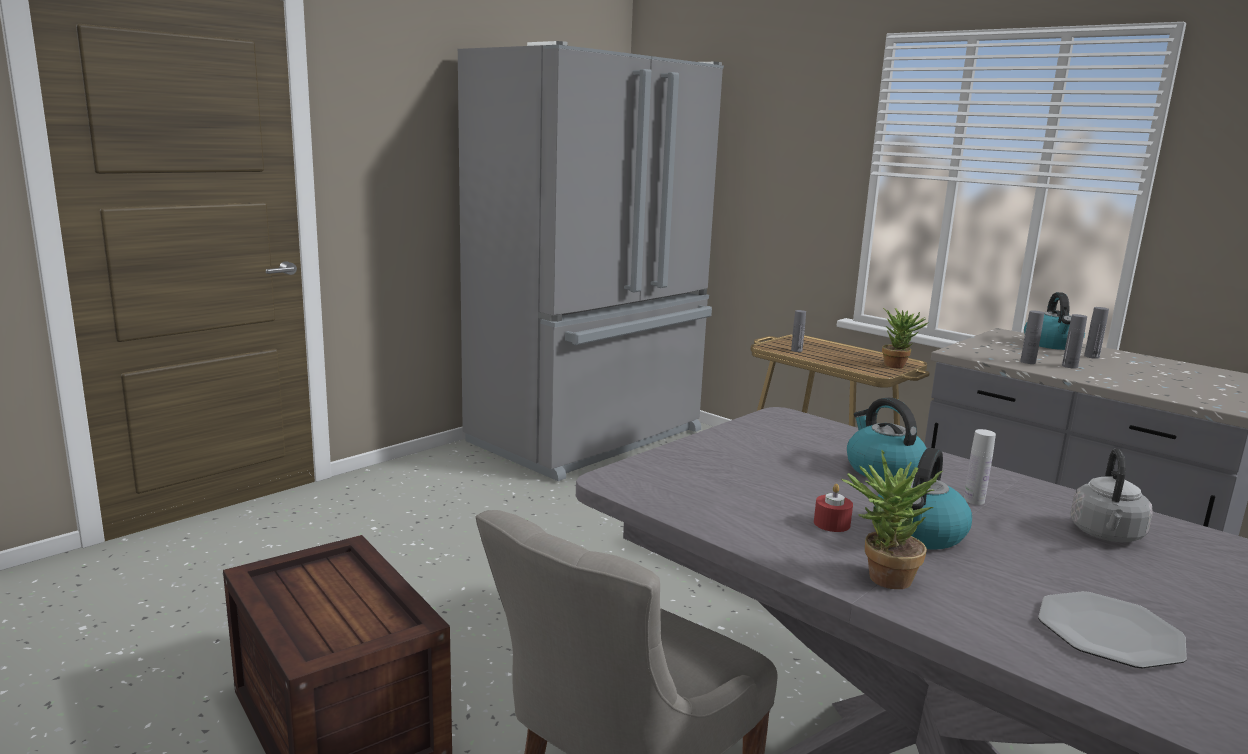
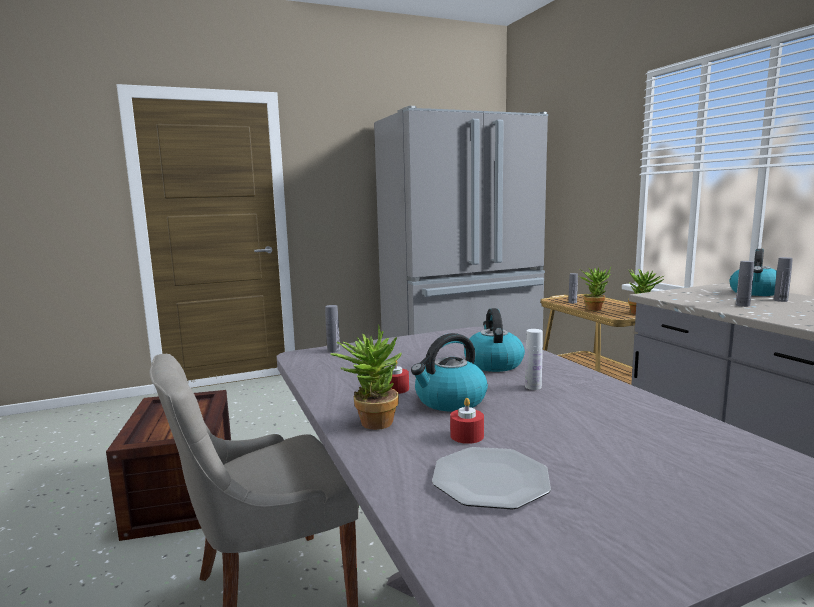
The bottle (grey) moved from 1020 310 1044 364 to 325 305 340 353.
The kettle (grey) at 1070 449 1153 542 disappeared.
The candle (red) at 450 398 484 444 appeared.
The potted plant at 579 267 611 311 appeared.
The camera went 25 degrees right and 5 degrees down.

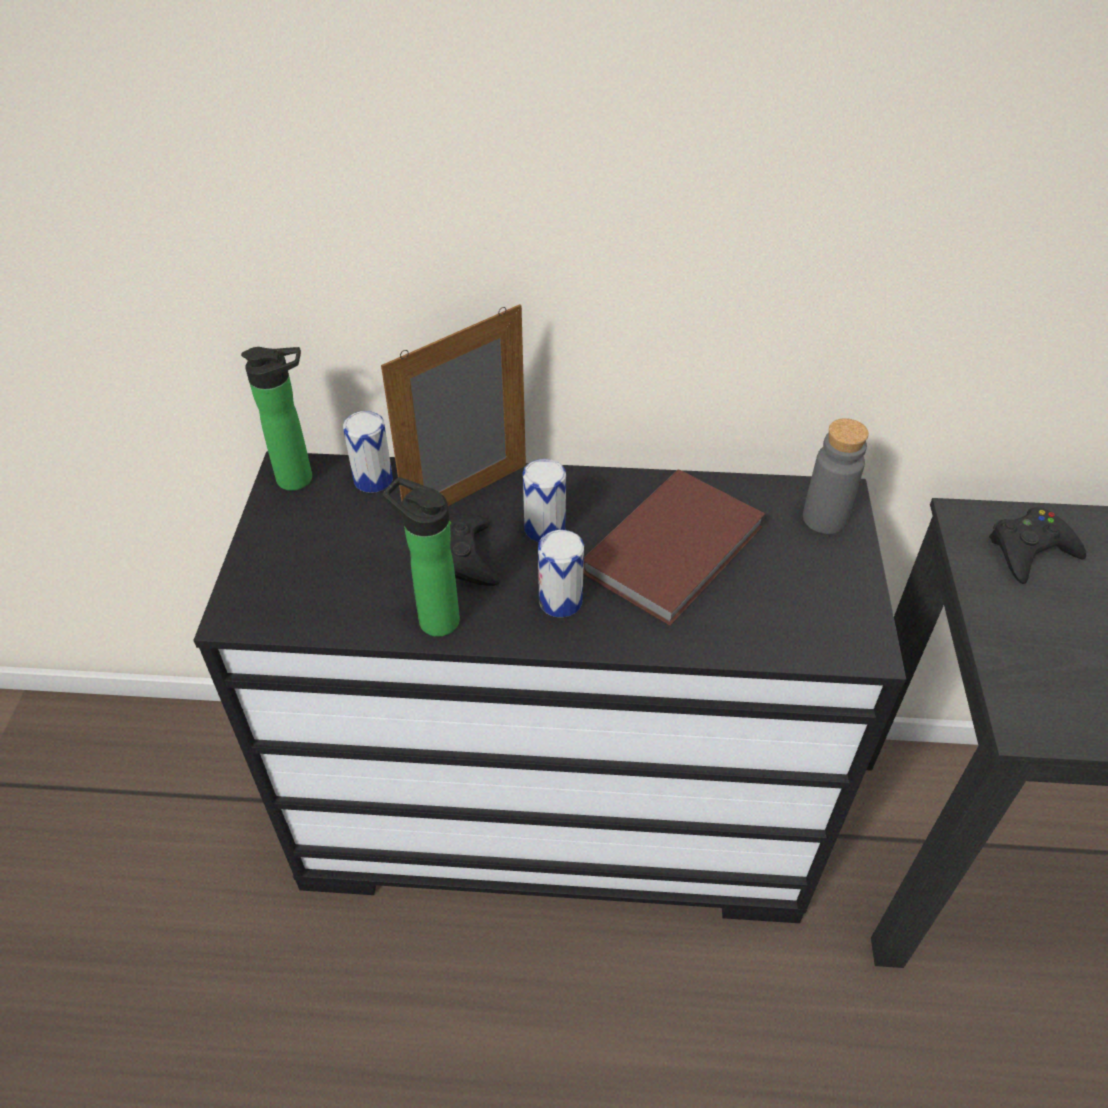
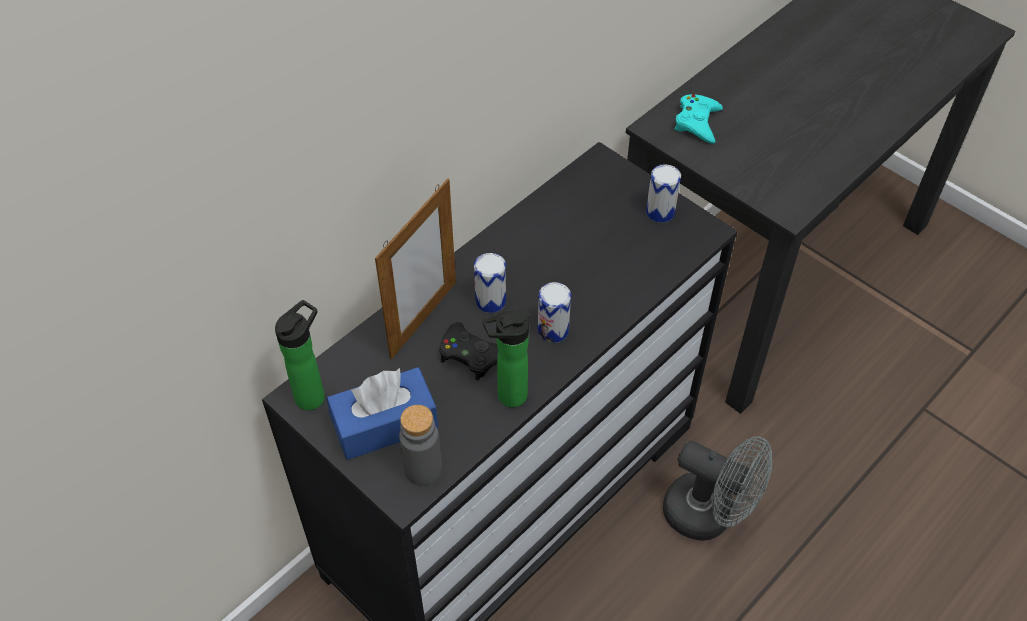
The can moved from 343 411 393 493 to 646 164 681 223.
The picture frame at 381 304 526 506 turned 150 degrees counterclockwise.
The book (brown) at 583 470 765 626 disappeared.
The bottle (grey) moved from 803 418 869 534 to 399 405 442 486.
The game controller (black) at 989 507 1086 584 became the game controller (turquoise) at 675 94 723 144.
The tissue box (blue) at 327 367 438 460 appeared.
The fan (grey) at 663 436 772 541 appeared.
The camera went 50 degrees left and 5 degrees up.

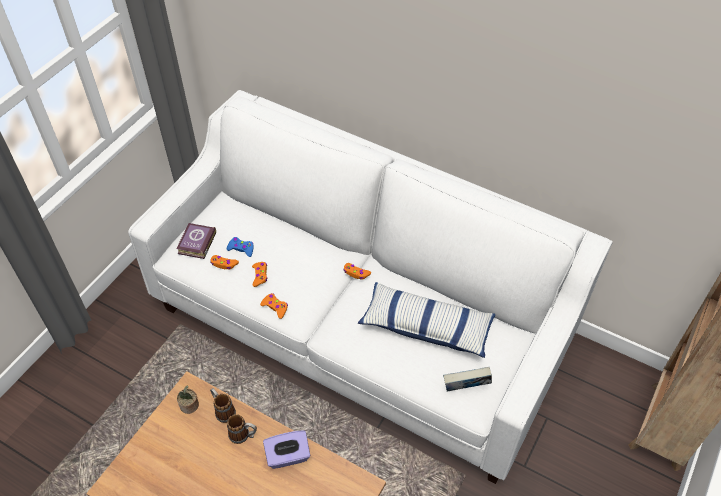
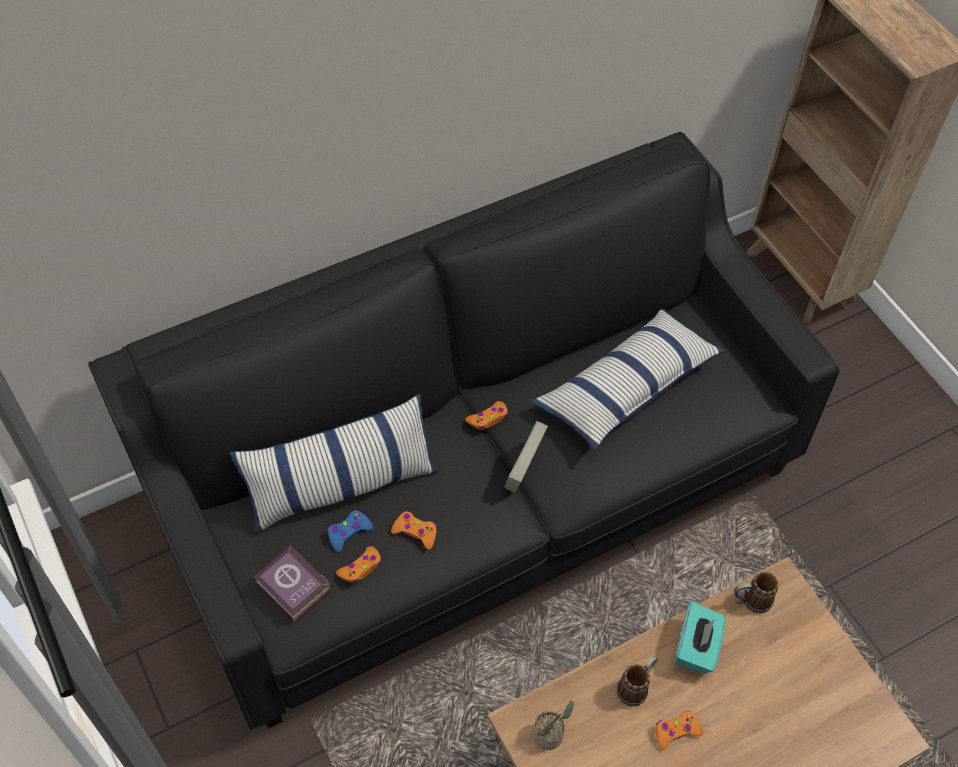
The sofa (white) at 128 90 613 484 became the sofa (black) at 88 132 839 730.
The mug moved from 210 388 236 423 to 734 572 778 613.
The game controller (orange) moved from 260 293 288 319 to 656 711 703 751.
The tissue box (purple) at 263 431 310 469 became the tissue box (turquoise) at 675 602 725 673.
The book moved from 443 367 492 392 to 504 421 548 493.
The pillow at 230 394 438 534 appeared.
The camera went 60 degrees left and 5 degrees up.

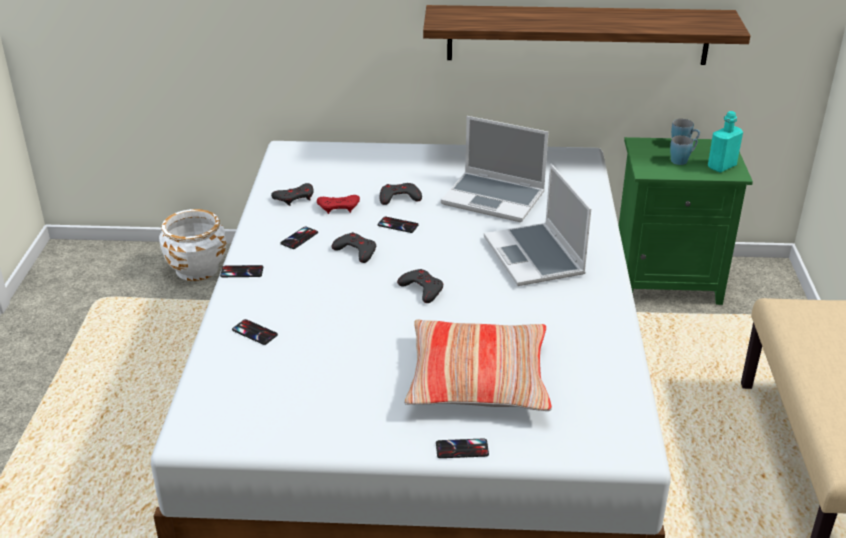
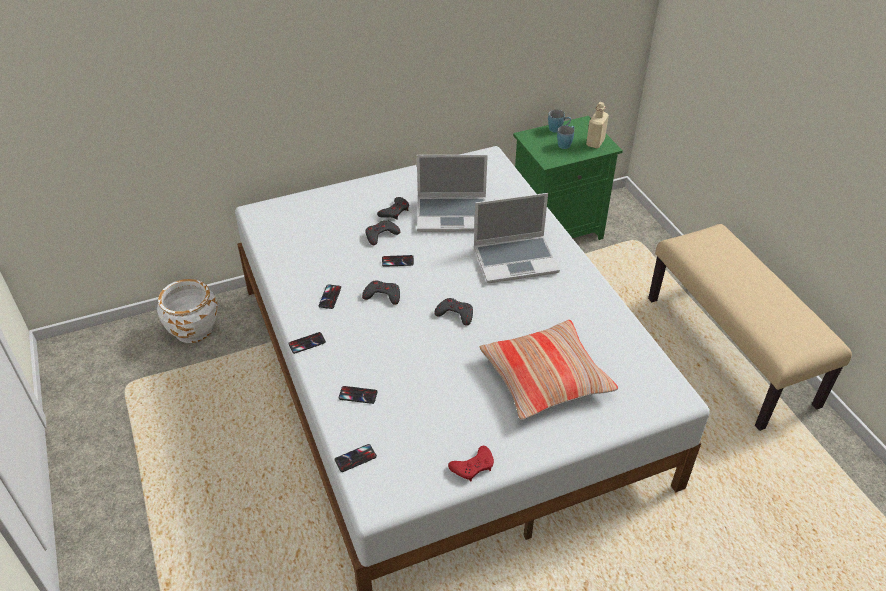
The game controller (grey) moved from 271 183 314 206 to 377 197 409 220.
The game controller (red) moved from 317 195 360 214 to 448 446 494 482.
The shelf at 423 5 751 65 disappeared.
The phone moved from 436 438 489 458 to 334 444 377 472.
The laptop at 484 164 591 286 turned 60 degrees counterclockwise.
The bottle (turquoise) at 708 111 743 173 became the bottle (beige) at 586 102 609 148.
The camera went 25 degrees left and 10 degrees up.

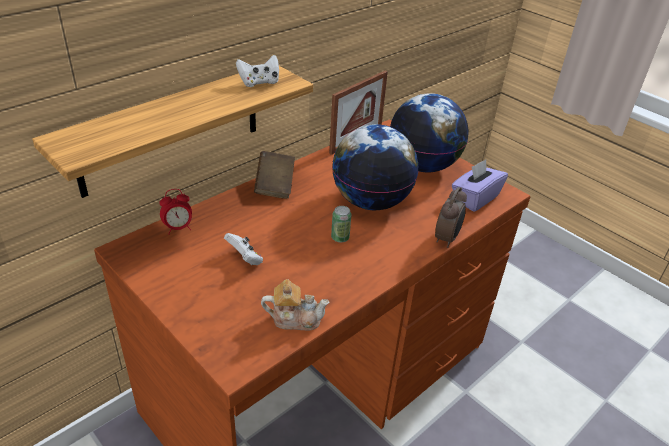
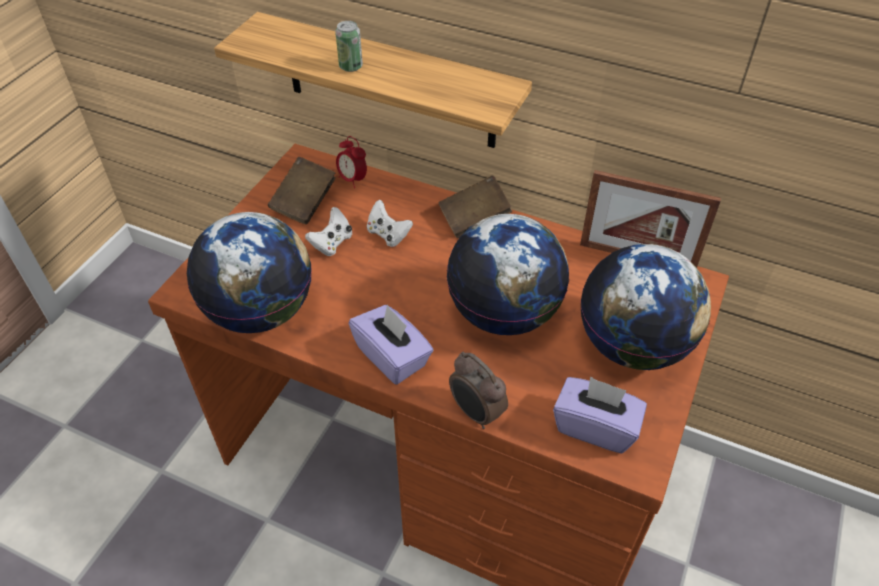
The game controller (white) moved from 236 55 279 87 to 367 200 413 247.
The teapot at 261 279 330 331 was replaced by the globe at 187 212 311 333.
The can moved from 331 206 351 242 to 335 21 363 72.
The alarm clock at 435 187 467 248 turned 45 degrees clockwise.
The book (brown) at 268 157 336 224 appeared.
The tissue box (purple) at 348 305 433 385 appeared.
The camera went 70 degrees right and 10 degrees up.

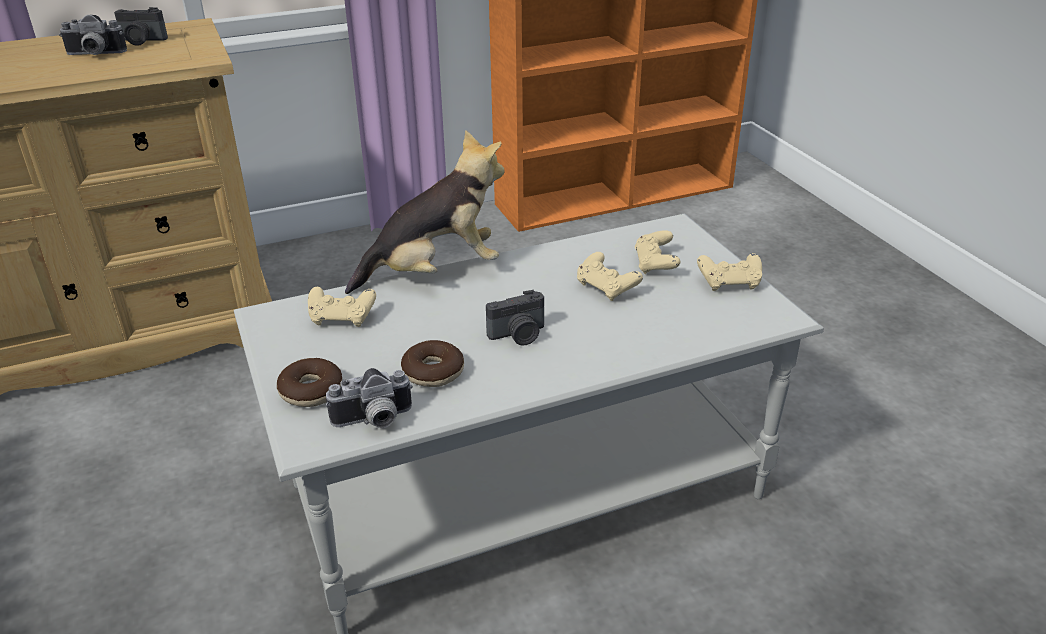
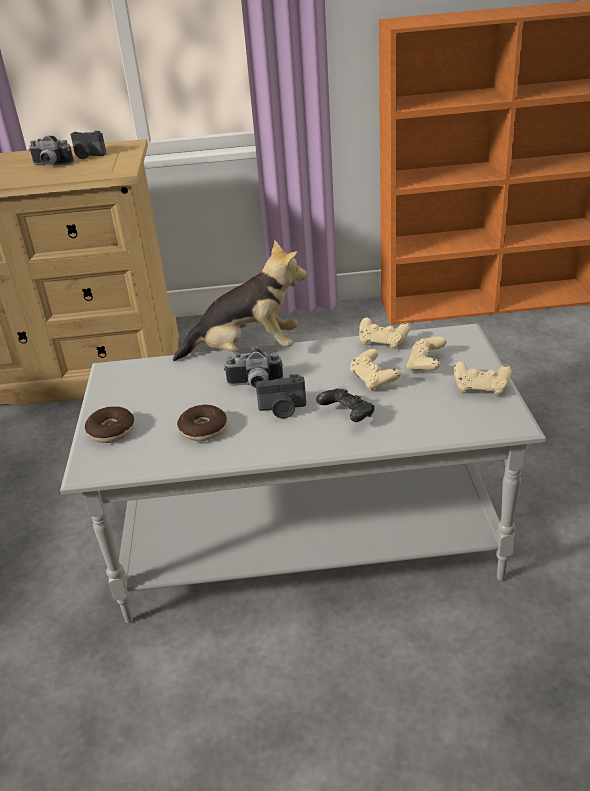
The game controller (beige) moved from 308 287 376 327 to 359 318 410 350.
The photo camera moved from 326 368 413 428 to 224 348 283 388.
The game controller (black) at 316 388 375 422 appeared.
The camera went 20 degrees right and 0 degrees up.

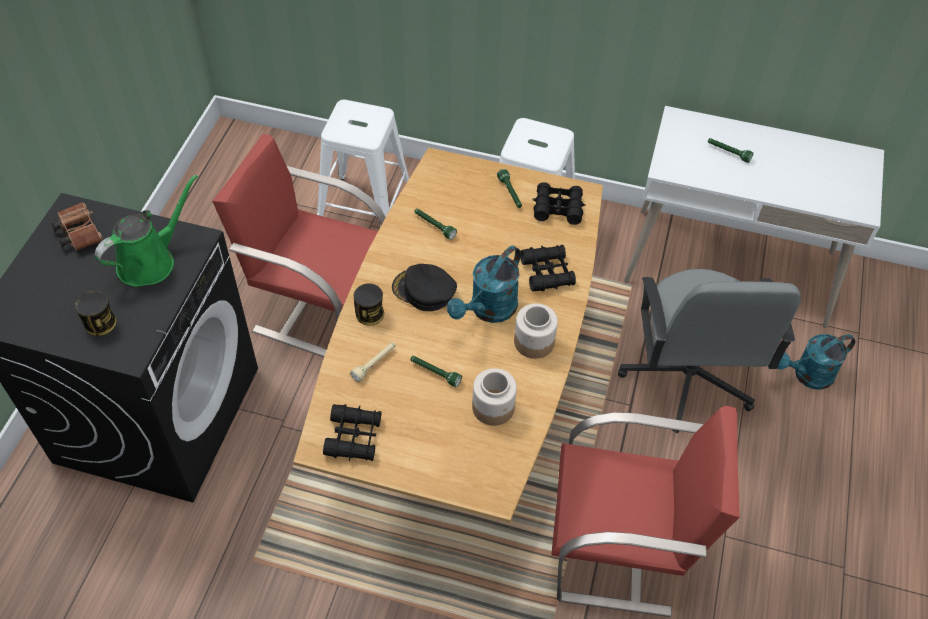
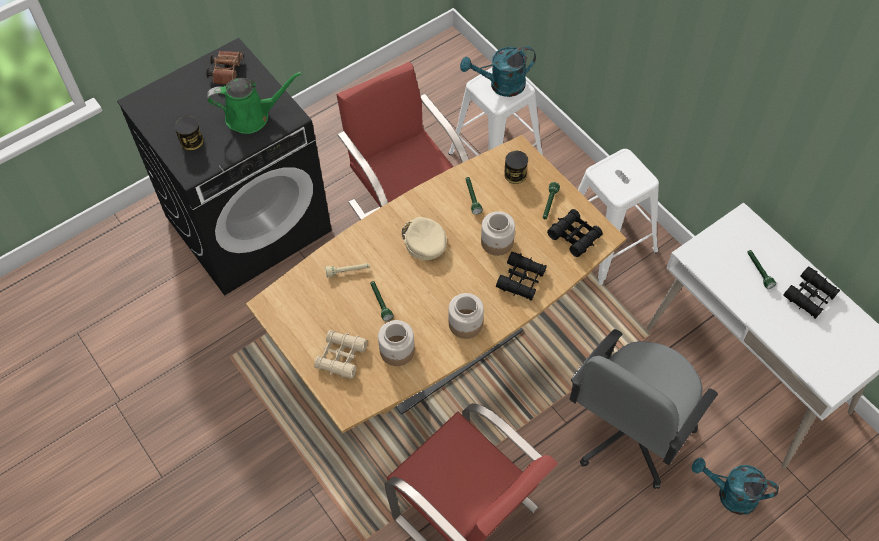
The binoculars (black) moved from 323 404 381 461 to 783 266 840 319.
The can moved from 354 283 384 326 to 504 151 528 184.
The cap (black) at 392 264 457 311 became the cap (beige) at 402 217 447 260.
The watering can (turquoise) moved from 447 246 521 323 to 460 46 536 97.
The binoculars (beige) at 314 330 367 379 appeared.
The jar at 481 211 515 256 appeared.
The camera went 40 degrees right and 5 degrees up.

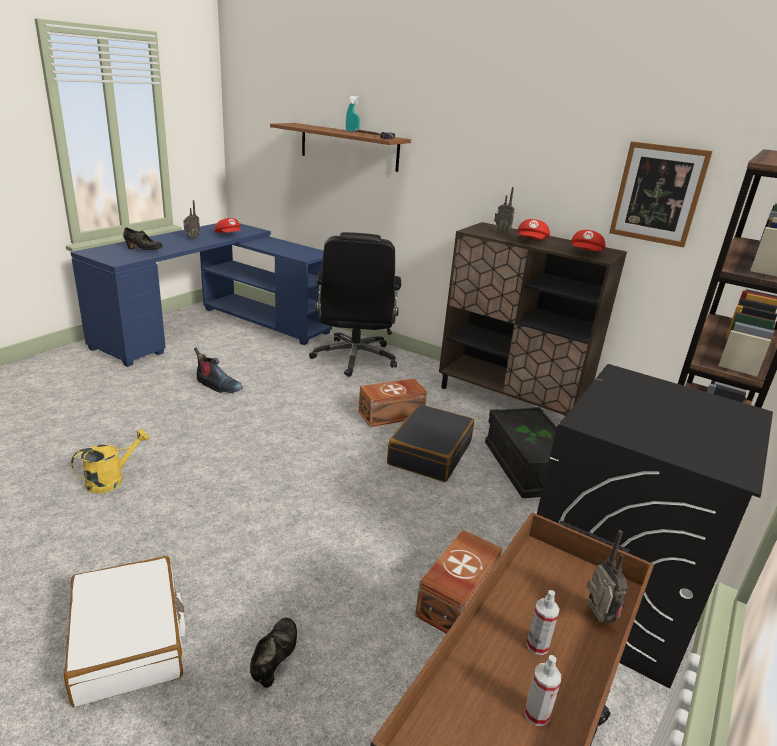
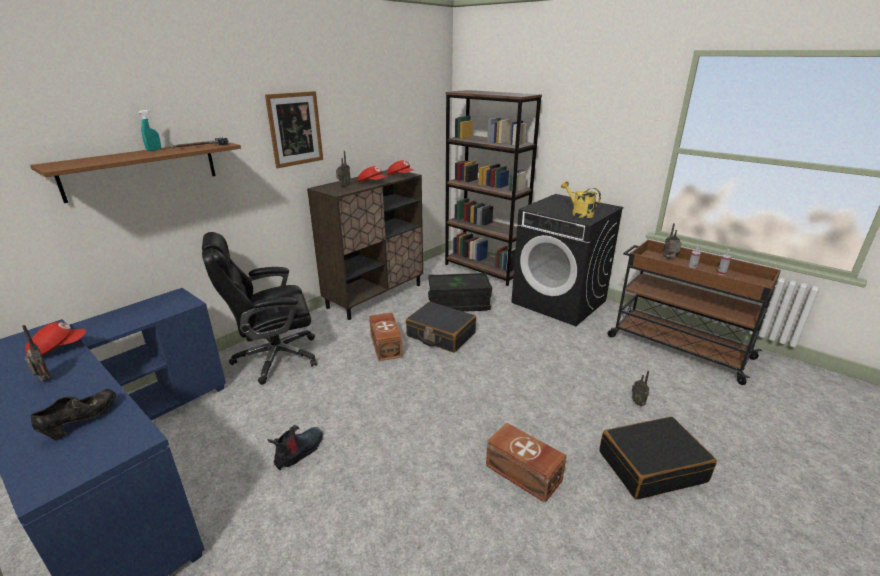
The suitcase (white) at 64 556 185 707 became the suitcase (black) at 599 416 717 500.
The watering can (yellow) moved from 71 429 149 493 to 561 181 601 218.
The shoe (black) at 250 618 297 688 was replaced by the radio at 632 371 649 406.
The office chair (black) at 309 232 401 377 turned 150 degrees clockwise.
The storage box (brown) moved from 415 530 503 634 to 486 422 567 503.
The picture moved from 609 141 713 247 to 265 91 323 168.
The camera went 80 degrees left and 0 degrees up.

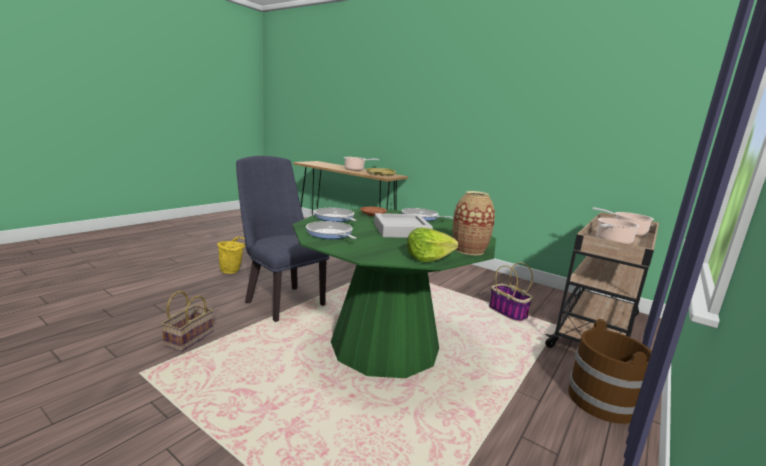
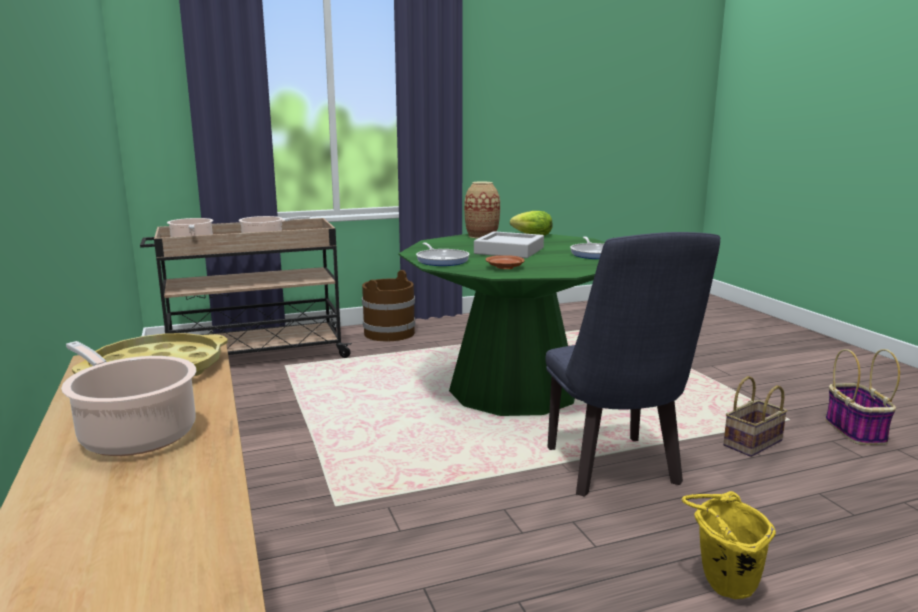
The frying pan at 314 208 357 222 disappeared.
The basket moved from 489 262 533 322 to 825 349 900 445.
The camera went 145 degrees left and 0 degrees up.

